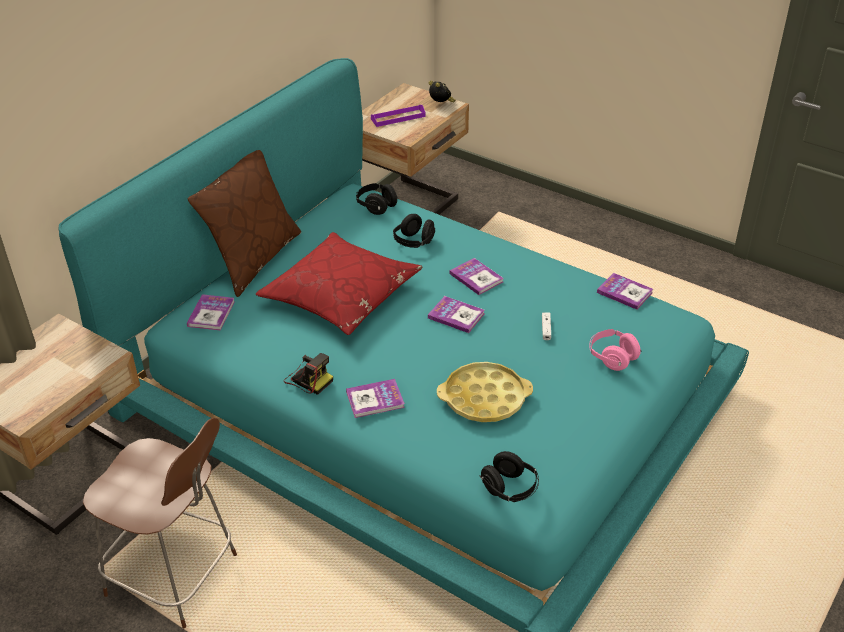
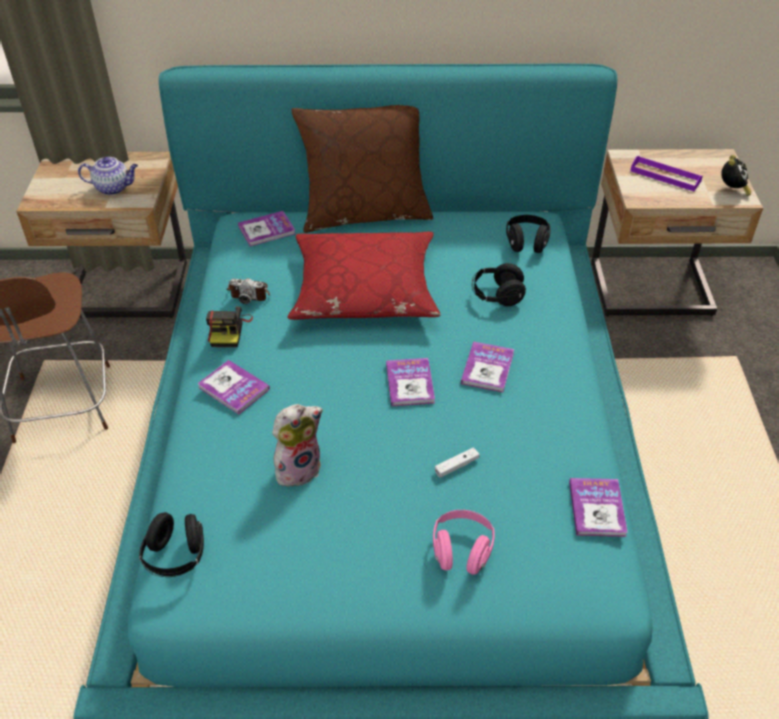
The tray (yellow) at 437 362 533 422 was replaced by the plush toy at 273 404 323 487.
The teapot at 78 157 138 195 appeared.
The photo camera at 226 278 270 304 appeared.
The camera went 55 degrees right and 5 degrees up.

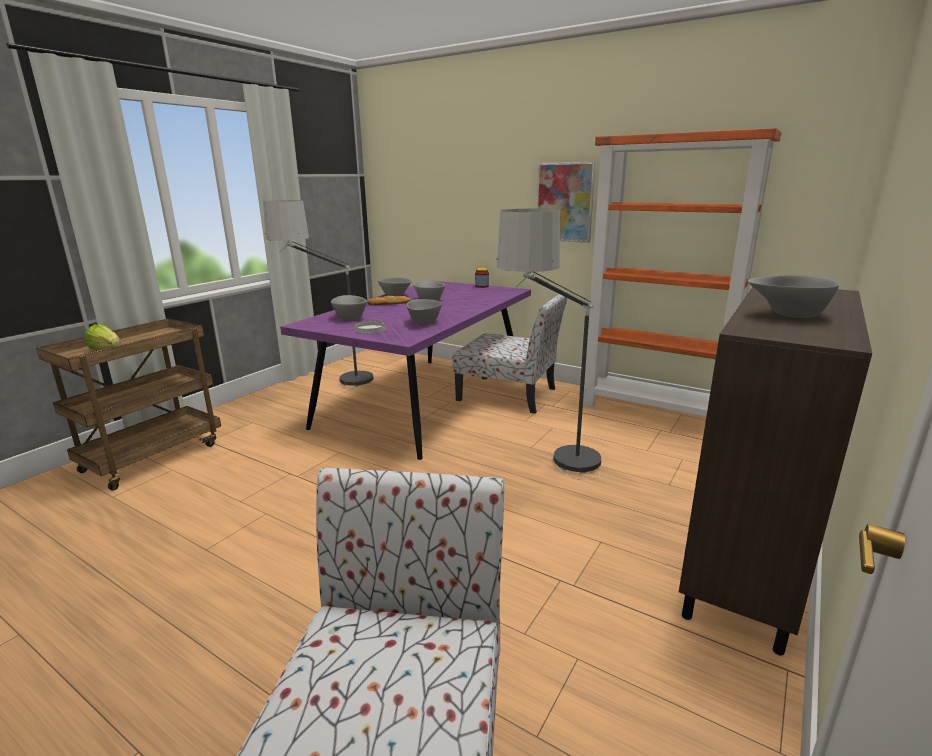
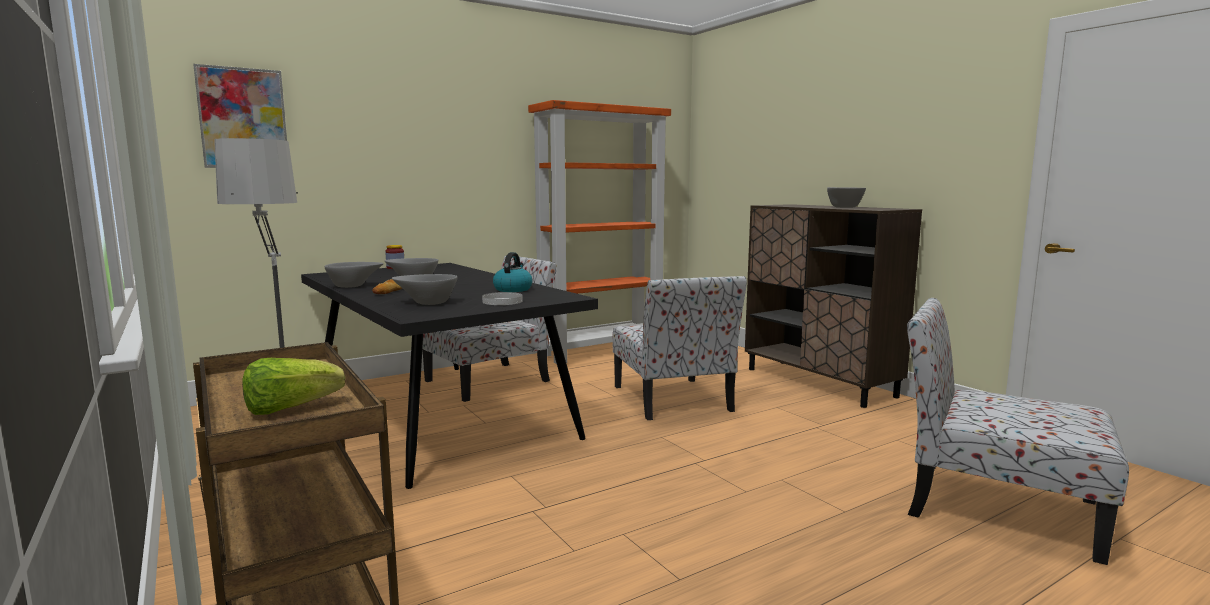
The dining table (purple) at 280 280 531 460 became the dining table (black) at 301 263 598 489.
The bowl (grey) at 407 299 442 323 was replaced by the kettle at 493 252 533 292.
The floor lamp at 496 209 601 480 was replaced by the chair at 613 276 747 420.
The picture moved from 537 162 595 243 to 193 64 287 168.
The camera went 65 degrees left and 10 degrees down.

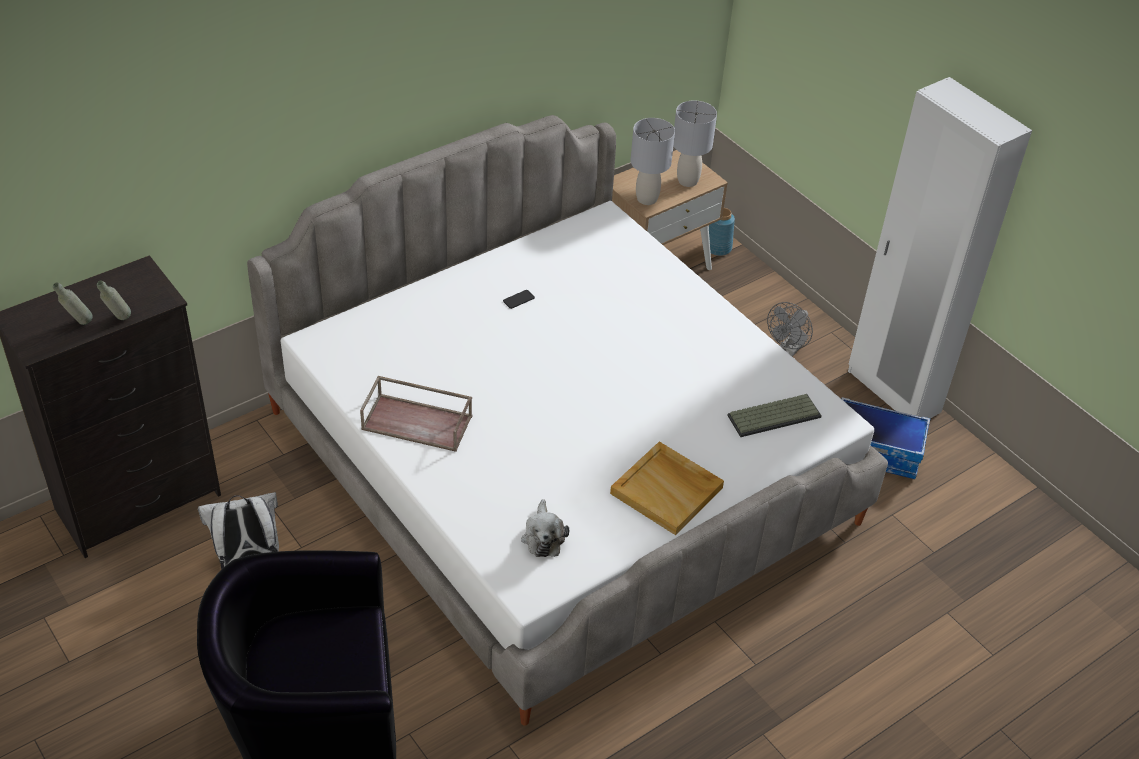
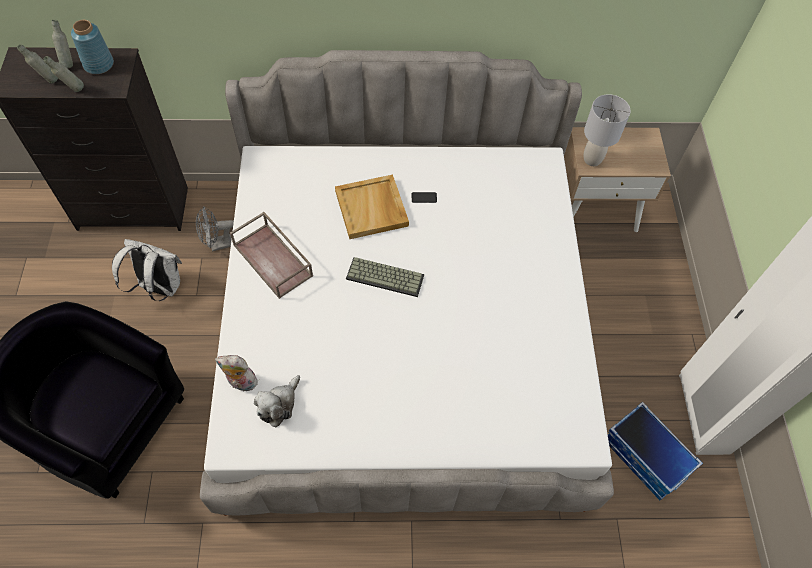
The tray (beige) moved from 610 441 724 535 to 335 175 409 239.
The table lamp (grey) at 673 100 717 187 disappeared.
The vase (blue) moved from 709 208 735 256 to 71 20 114 74.
The keyboard moved from 727 394 822 437 to 346 257 424 297.
The fan (grey) moved from 767 302 813 356 to 196 206 234 252.
The bottle (grey) at 51 19 73 68 appeared.
The plush toy at 215 355 258 391 appeared.
The camera went 35 degrees right and 15 degrees up.

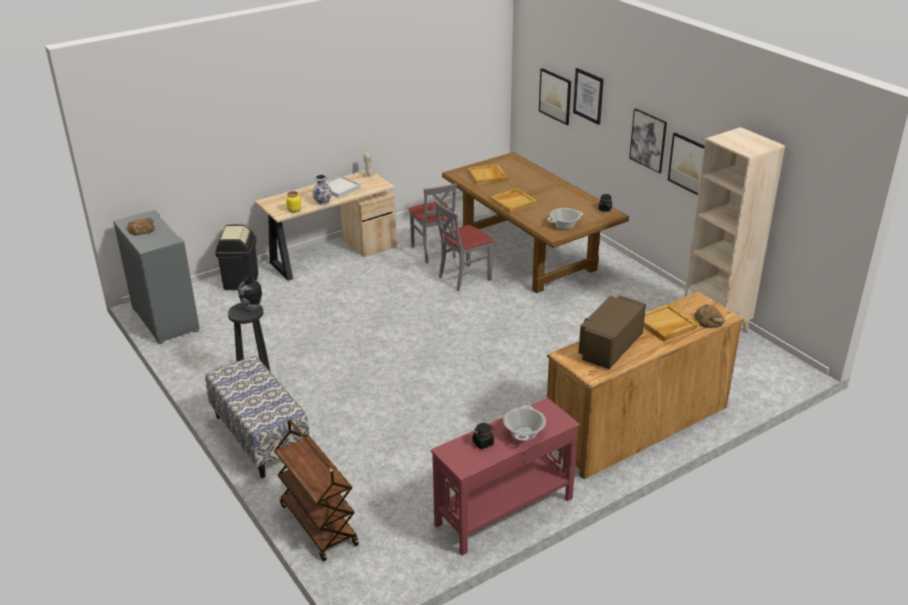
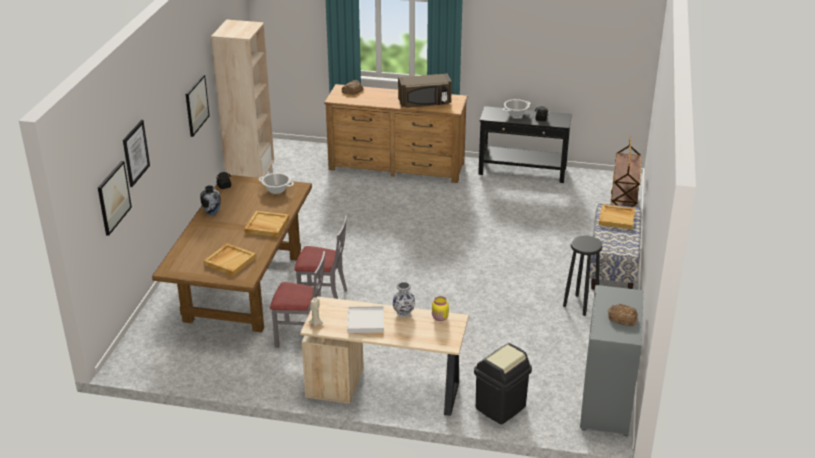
The vase moved from 238 276 262 311 to 200 185 221 215.
The chair (grey) at 409 183 457 264 turned 75 degrees clockwise.
The console table (red) at 431 398 580 555 became the console table (black) at 478 106 572 183.
The picture at 629 108 667 174 disappeared.
The tray (beige) moved from 644 304 698 342 to 599 204 635 229.
The camera went 135 degrees left and 0 degrees up.

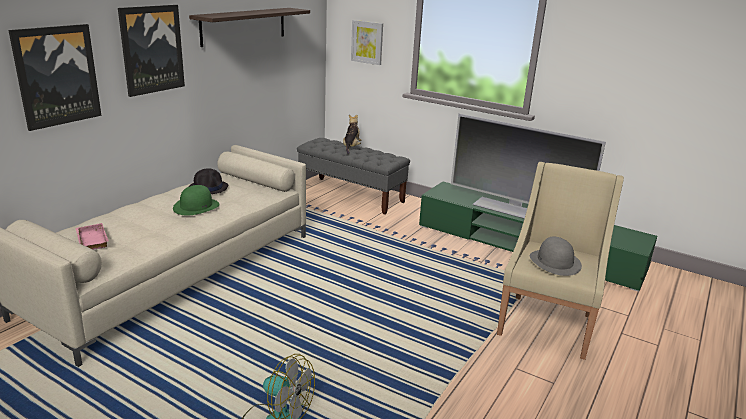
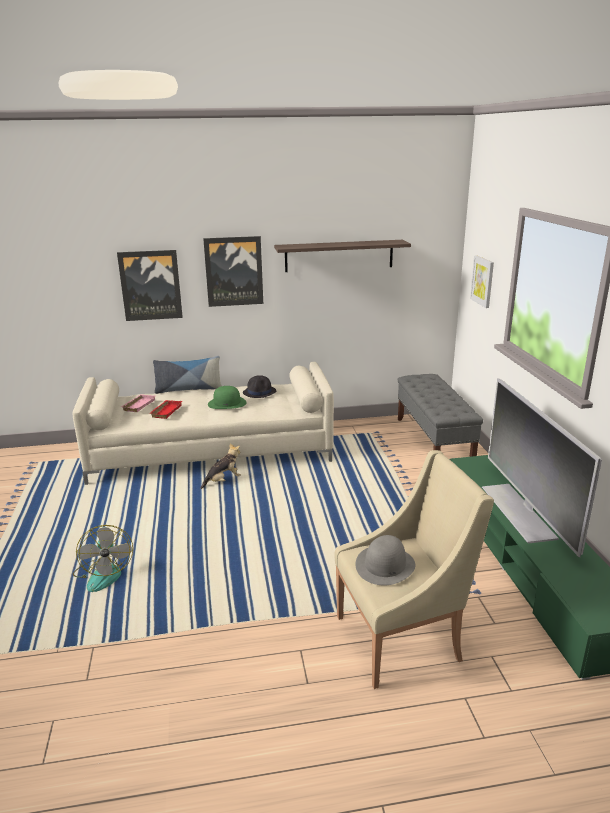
The plush toy moved from 343 115 361 154 to 200 443 241 489.
The tray (red) at 149 400 182 419 appeared.
The pillow at 153 356 222 394 appeared.
The camera went 50 degrees right and 0 degrees up.

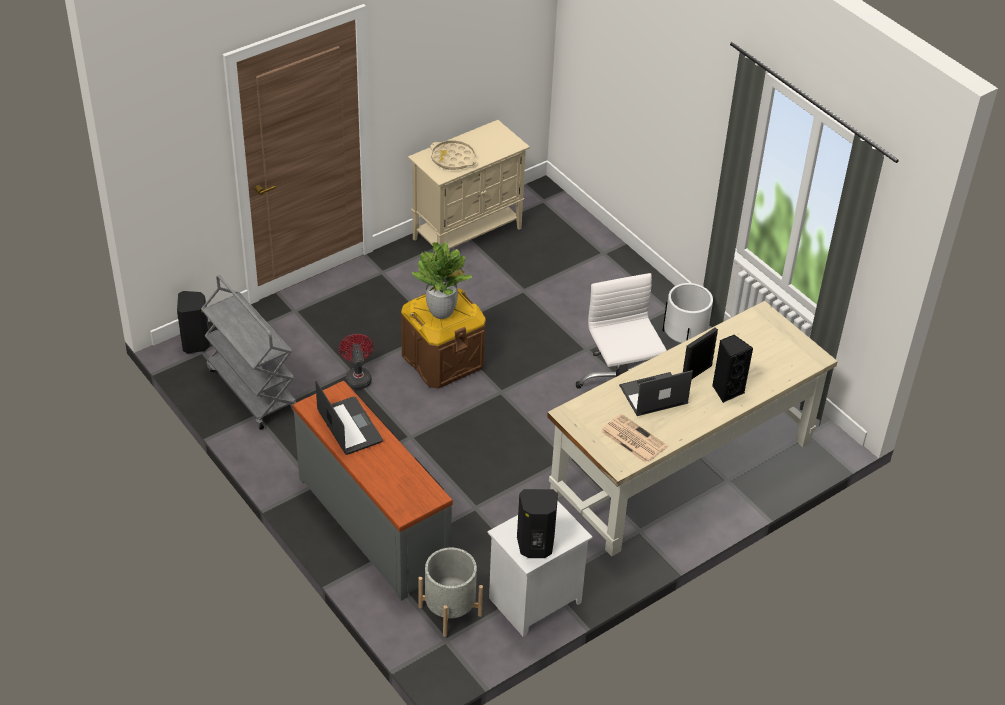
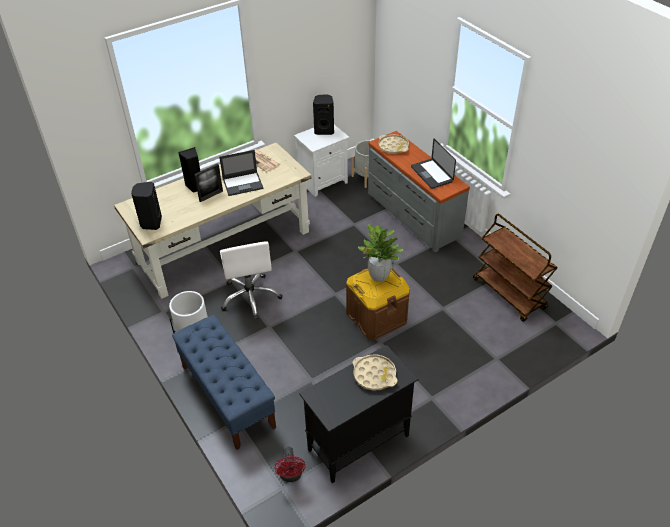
The speaker (black) moved from 177 291 210 354 to 131 182 162 230.
The cart (grey) at 201 275 296 430 became the cart (brown) at 473 214 557 322.
The fan (red) moved from 339 334 374 389 to 275 447 306 482.
The cabinet (beige) at 408 120 530 249 became the cabinet (black) at 299 345 418 483.
The bench (blue) at 172 315 276 450 appeared.
The tray (beige) at 378 134 409 154 appeared.
The camera went 175 degrees left and 0 degrees up.

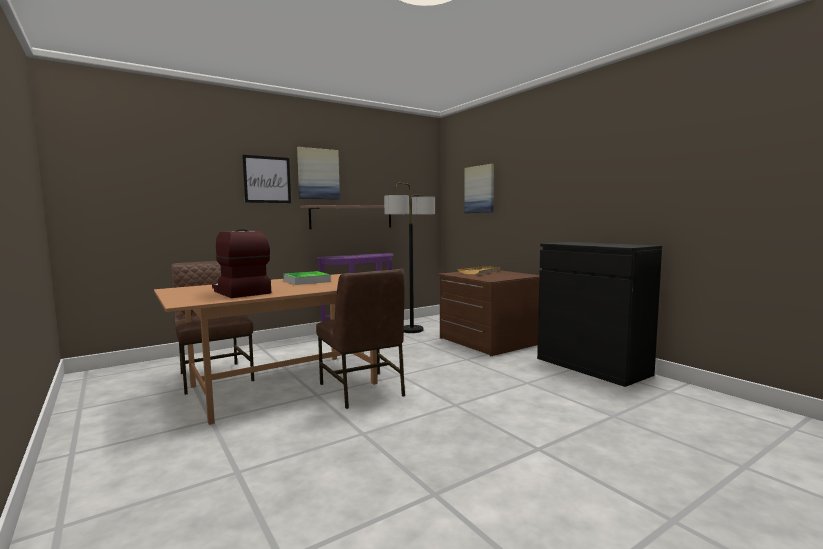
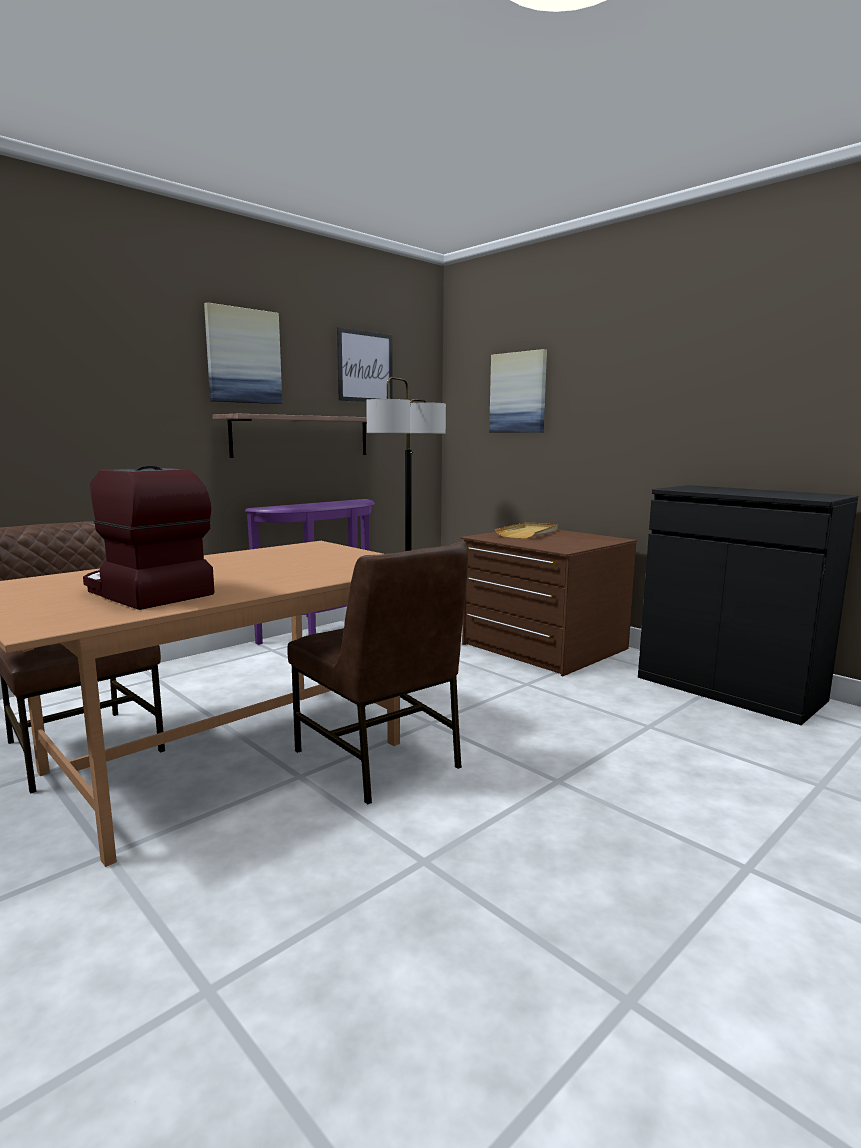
The picture moved from 242 155 291 203 to 337 327 393 402.
The tray at 283 271 331 285 disappeared.
The camera went 10 degrees left and 5 degrees up.

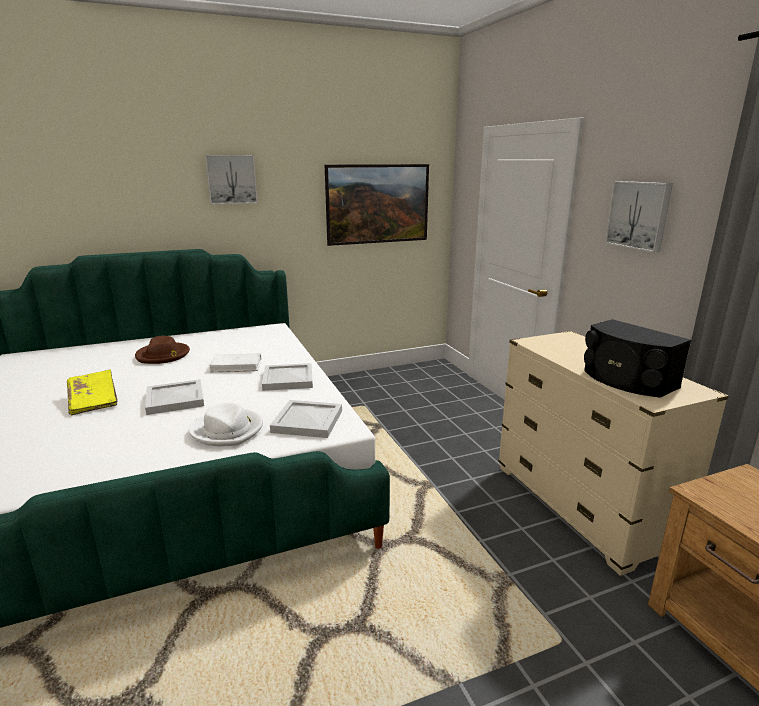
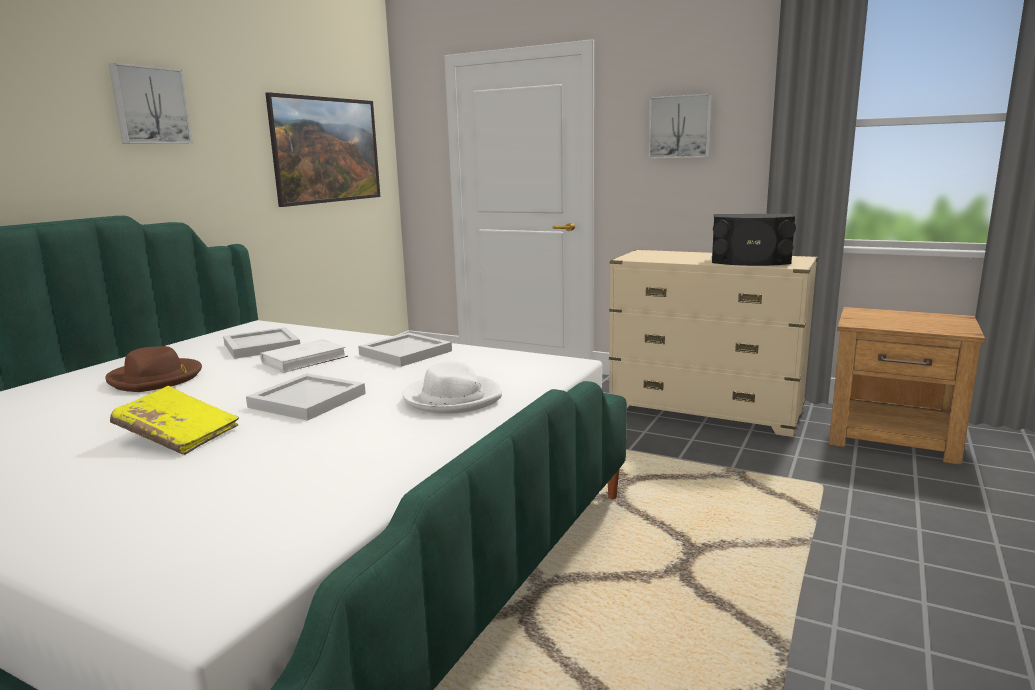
The tray (white) moved from 270 400 342 438 to 223 327 300 359.
The camera went 40 degrees left and 5 degrees down.

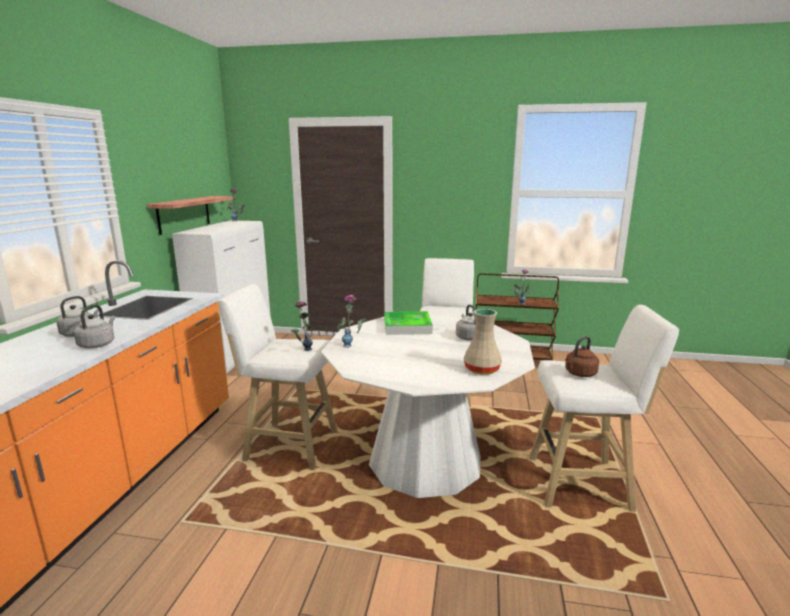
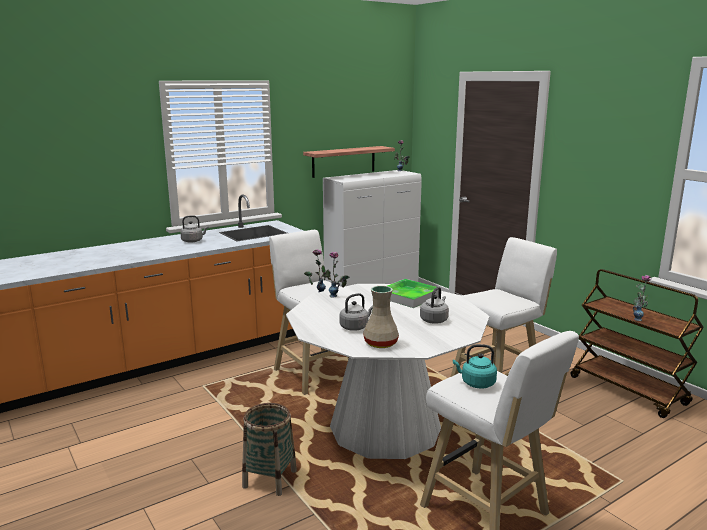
The kettle (grey) moved from 74 305 115 348 to 339 293 373 331.
The kettle (brown) at 565 336 599 377 became the kettle (turquoise) at 453 344 497 388.
The basket at 242 403 297 496 appeared.
The camera went 45 degrees right and 0 degrees up.

